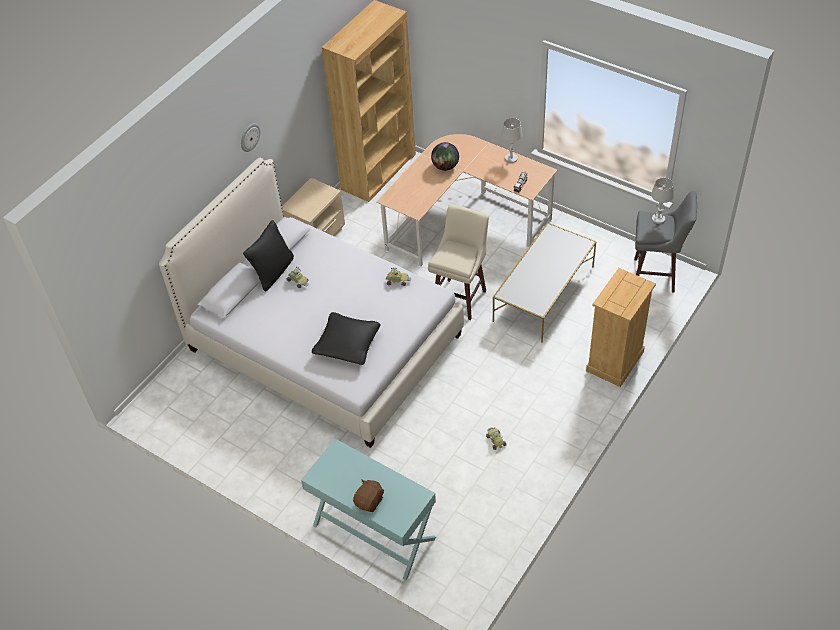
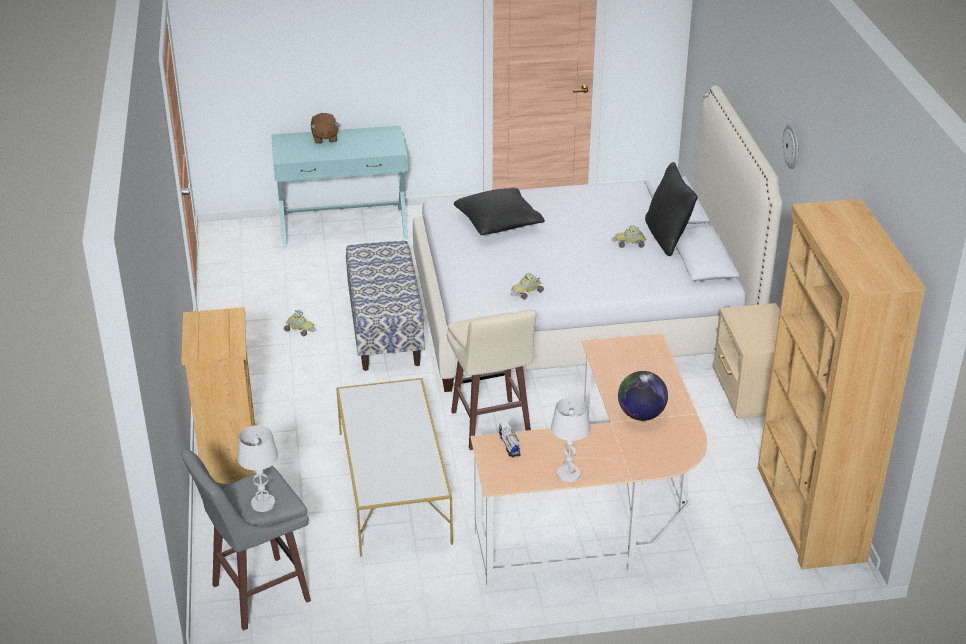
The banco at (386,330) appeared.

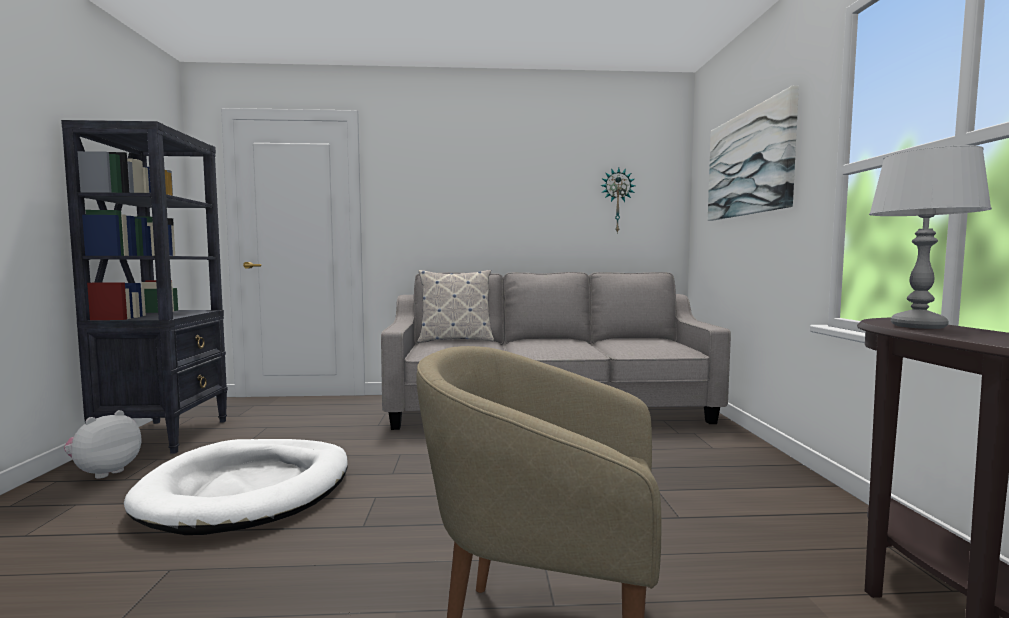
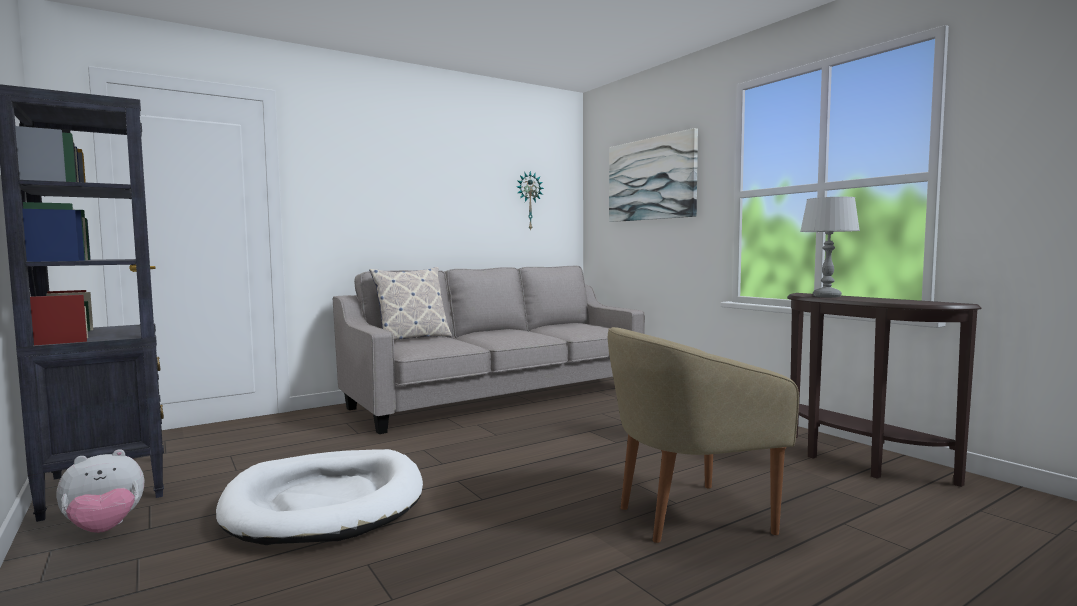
The peluche at (104,472) turned 120 degrees counterclockwise.

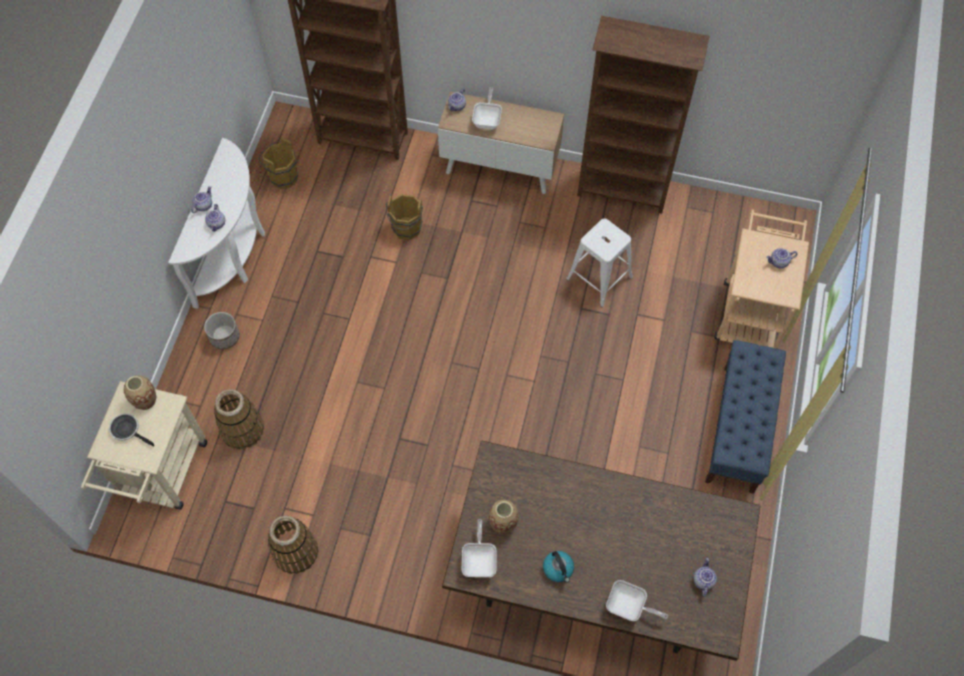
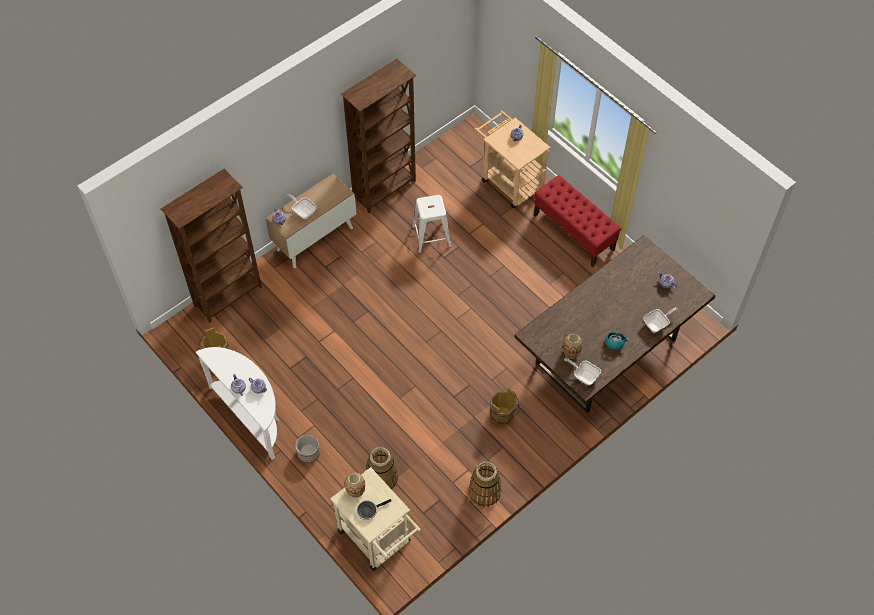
The cubo [marrón] moved from (406,230) to (503,417).
The banco [azul] at (738,429) became the banco [rojo] at (574,232).

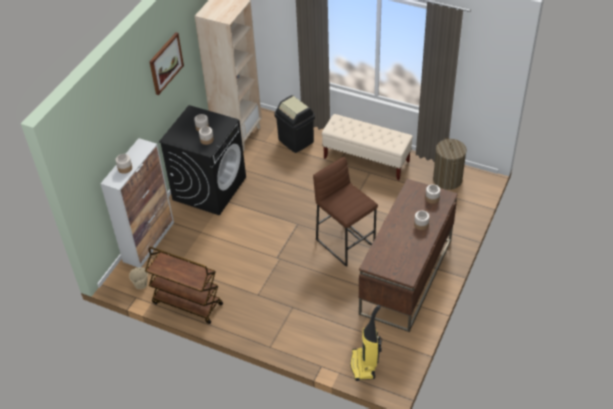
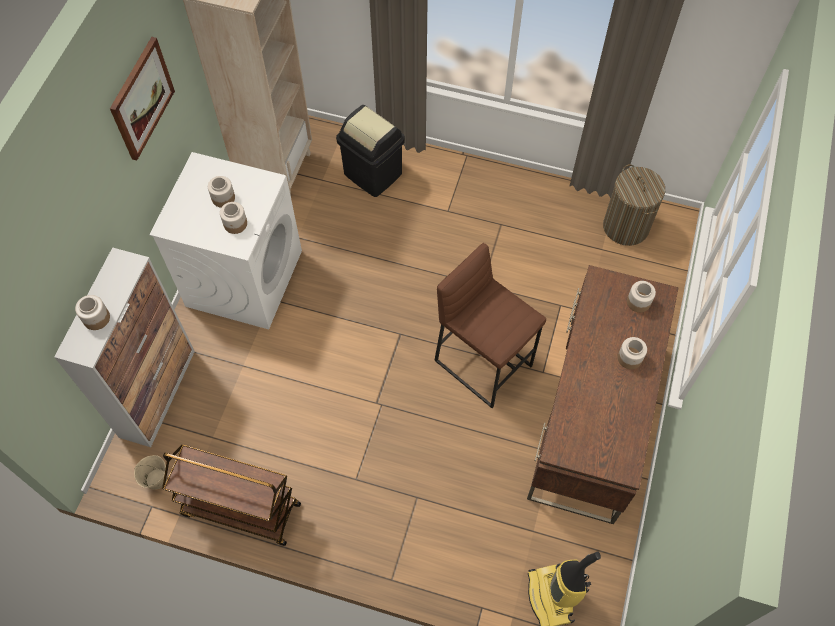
The lavadora [negro] at (209,188) became the lavadora [blanco] at (244,277).
The banco [beis] at (366,160) disappeared.

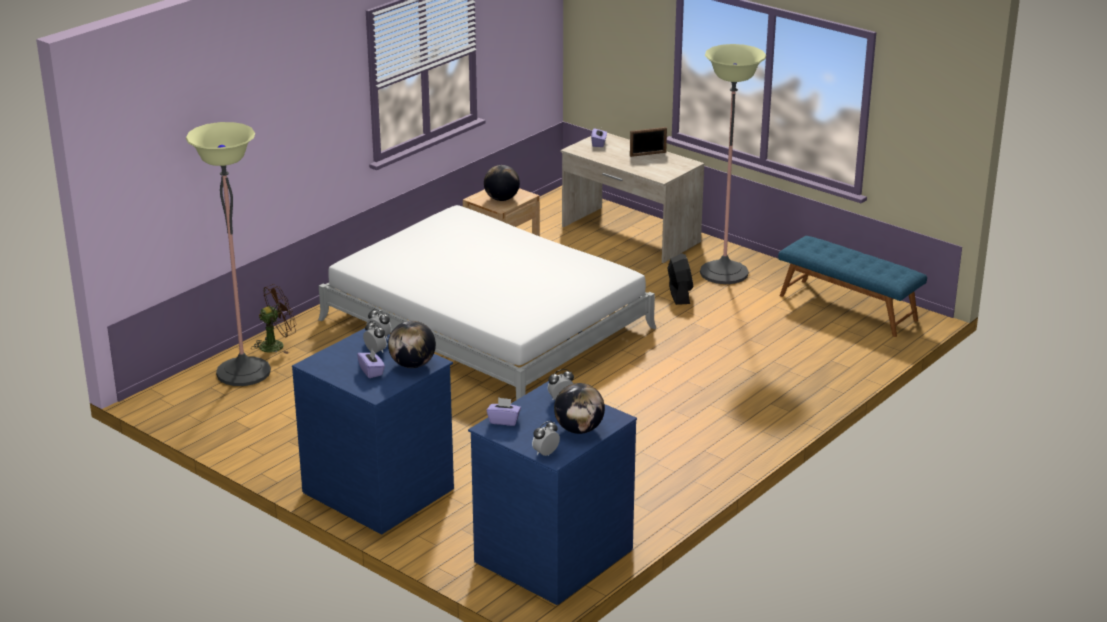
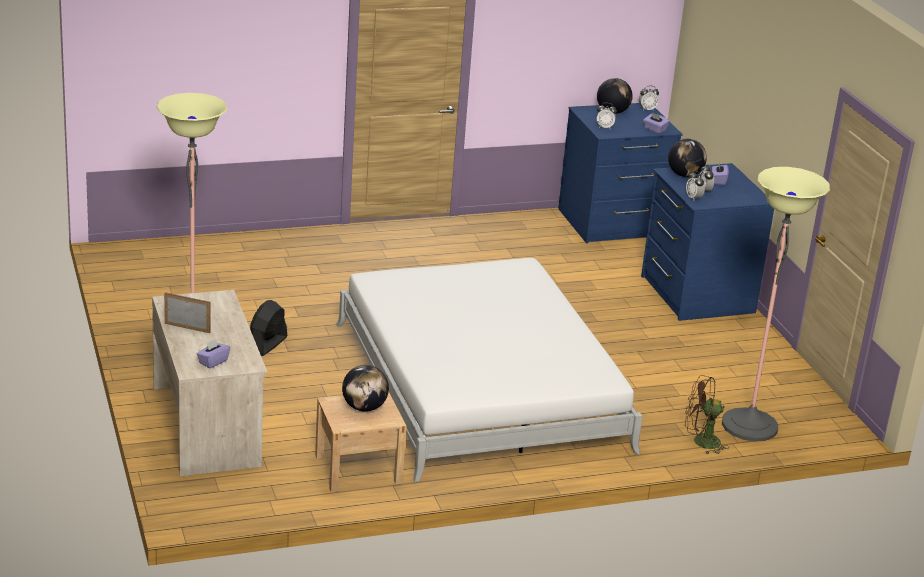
The banco [azul] at (848,307) disappeared.

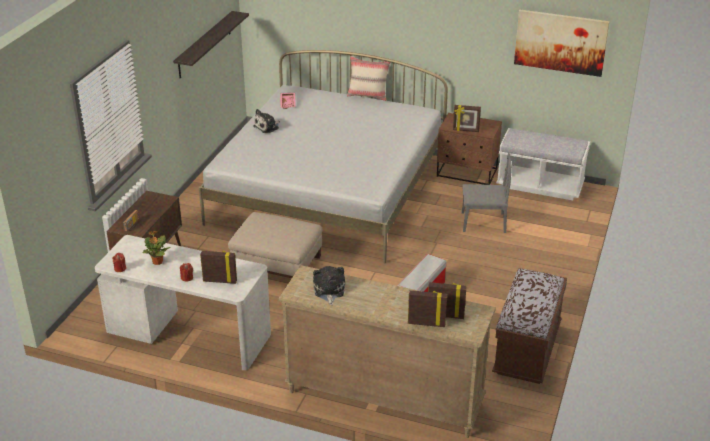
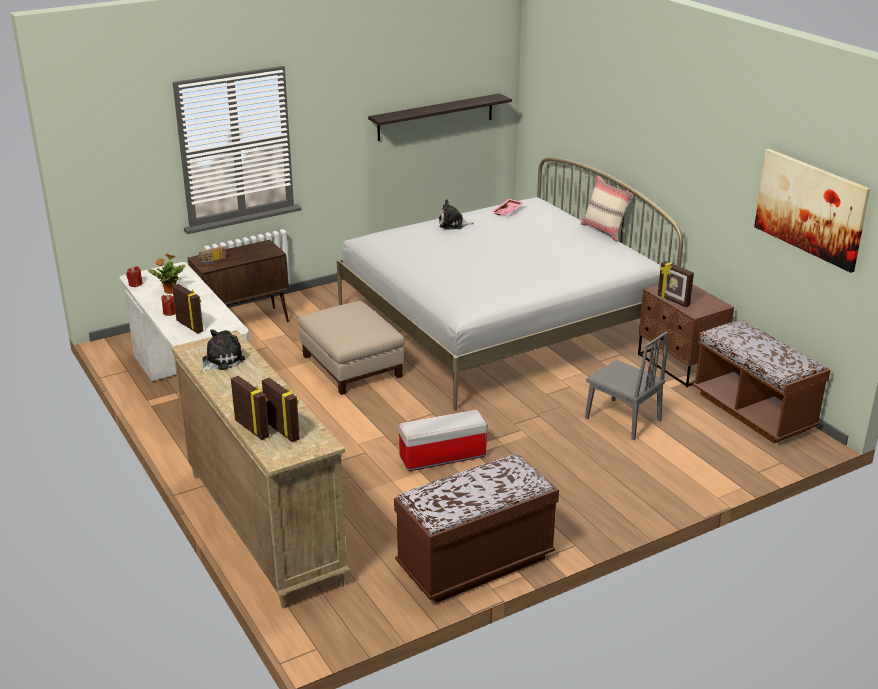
The banco [blanco] at (540,185) became the banco [marrón] at (753,411).

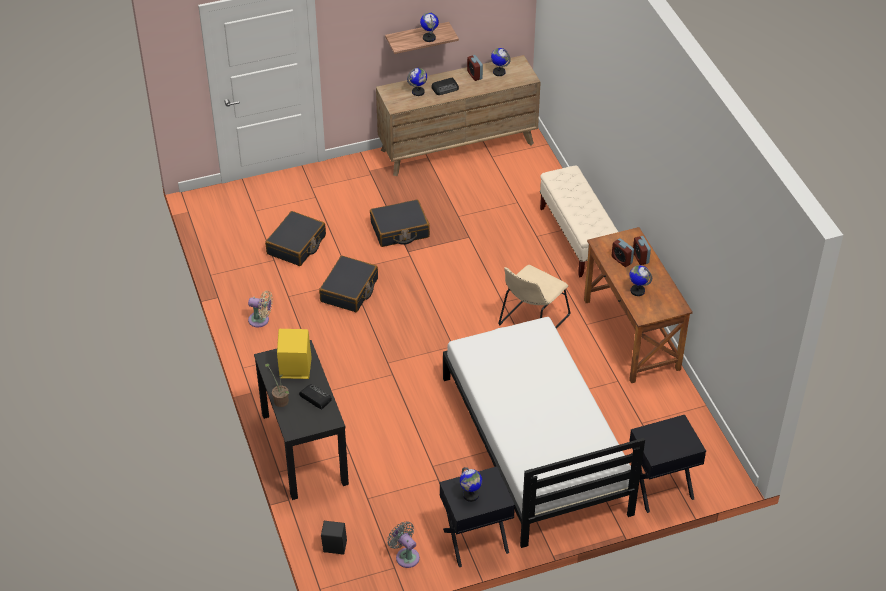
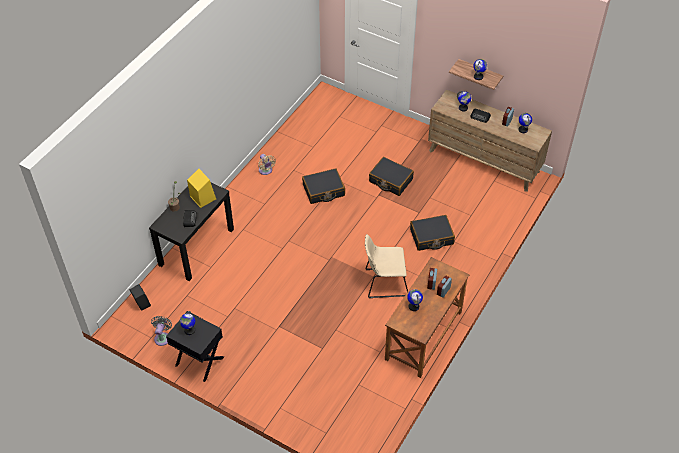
The maleta [negro] moved from (296,245) to (431,237).
The cama [blanco] at (534,444) disappeared.
The banco [beis] at (577,238) disappeared.
The mesita de noche [negro] at (661,488) disappeared.

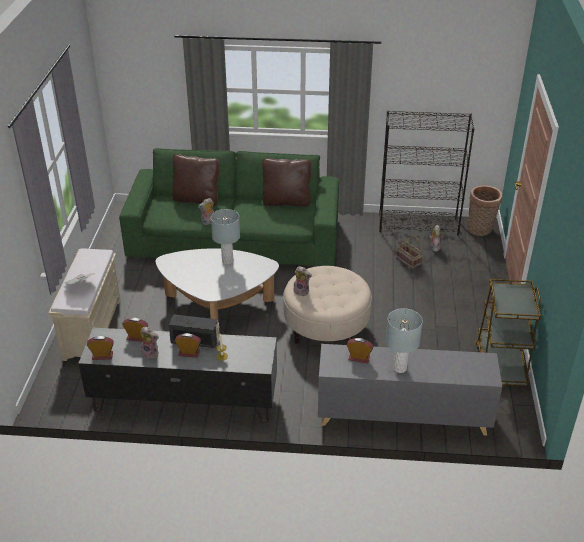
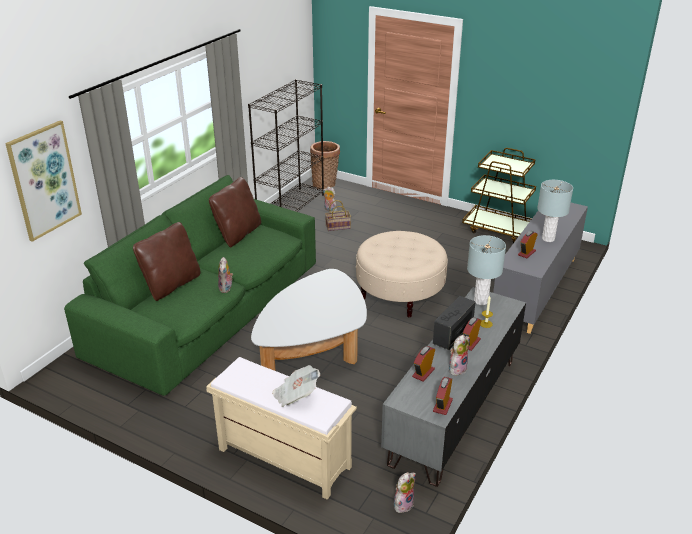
The cuadro at (44,180) appeared.
The peluche moved from (302,291) to (403,504).
The lámpara de mesa [gris] moved from (227,260) to (480,301).

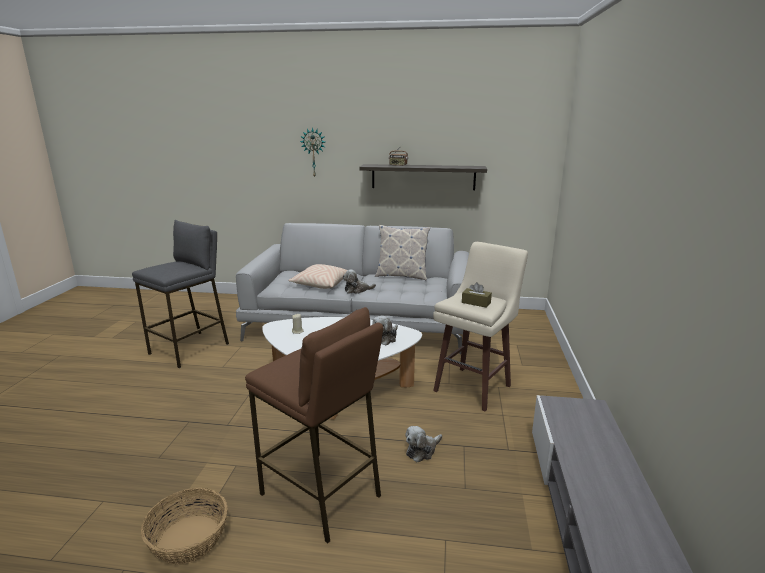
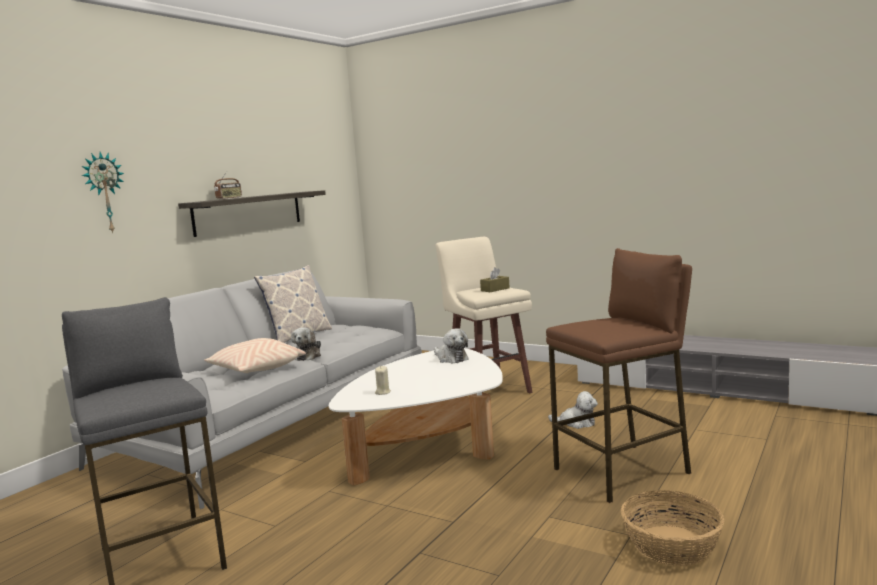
The peluche at (422,450) turned 60 degrees counterclockwise.

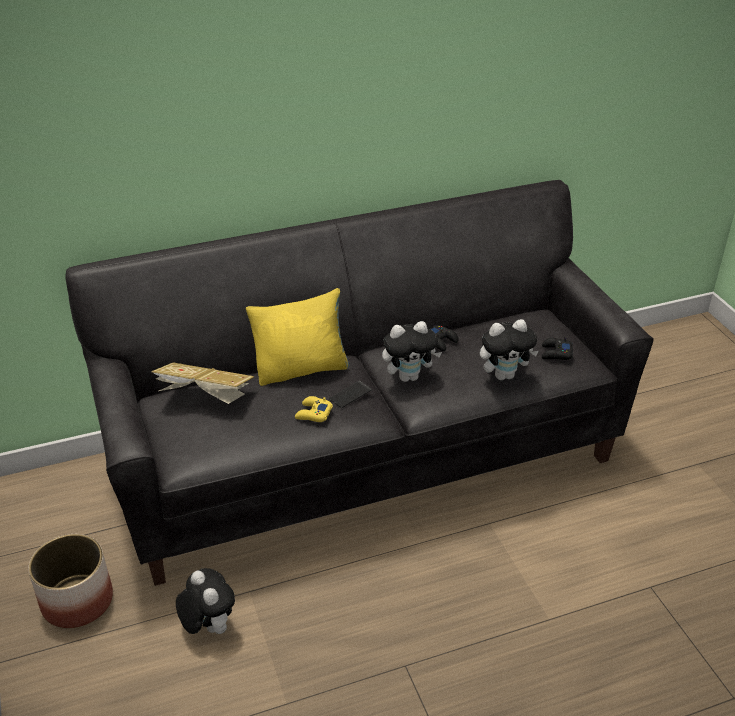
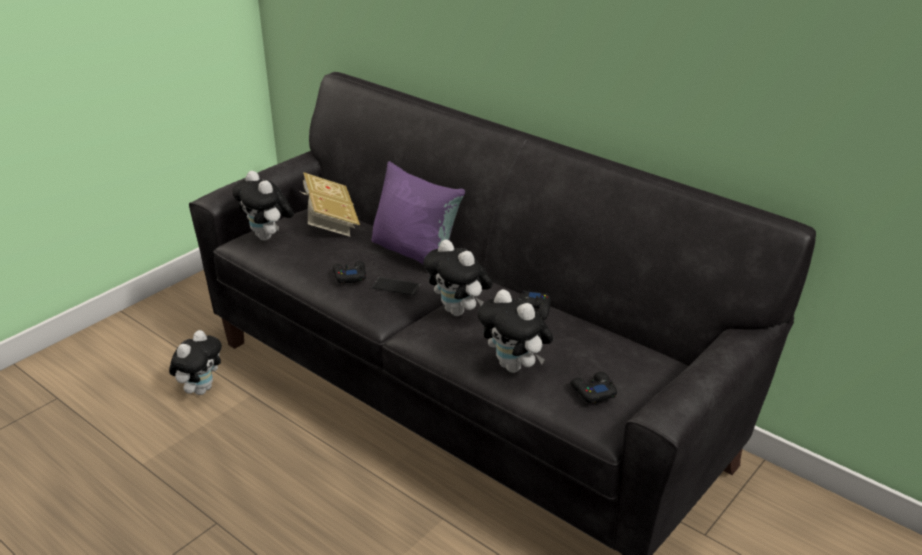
The peluche at (268,237) appeared.
The mando de consola [amarillo] at (313,413) became the mando de consola [negro] at (349,276).
The cojín [amarillo] at (301,369) became the cojín [morado] at (415,253).
The maceta at (78,601) disappeared.

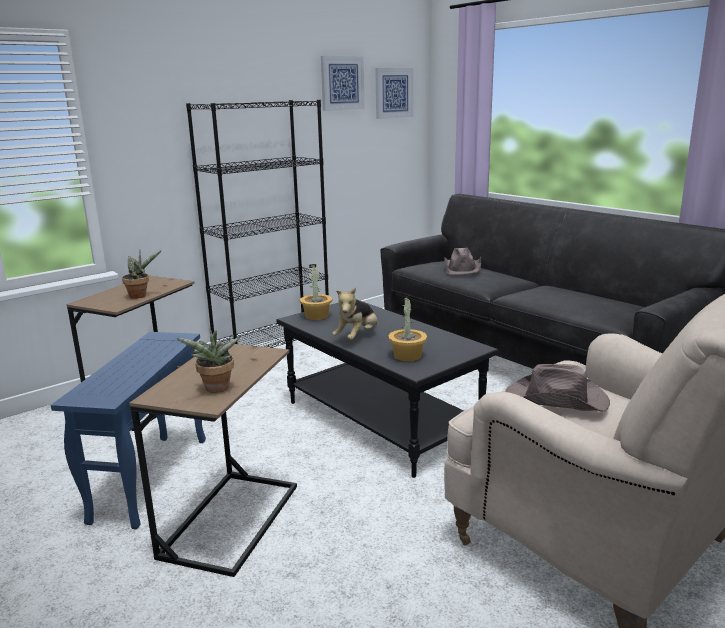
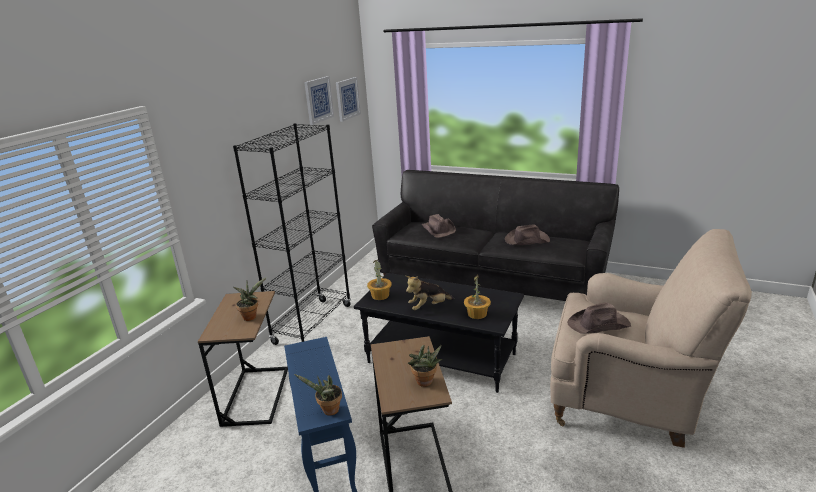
The planta en maceta at (328,411) appeared.
The peluche at (357,337) turned 60 degrees clockwise.
The sombrero [marrón] at (526,240) appeared.

